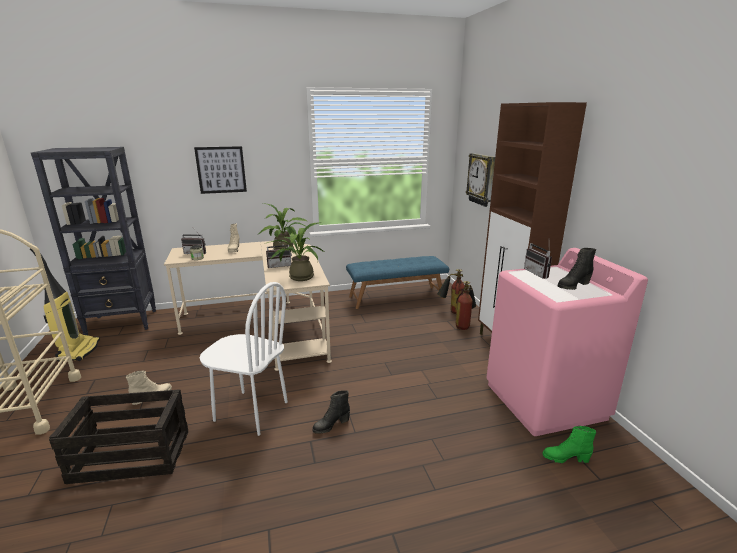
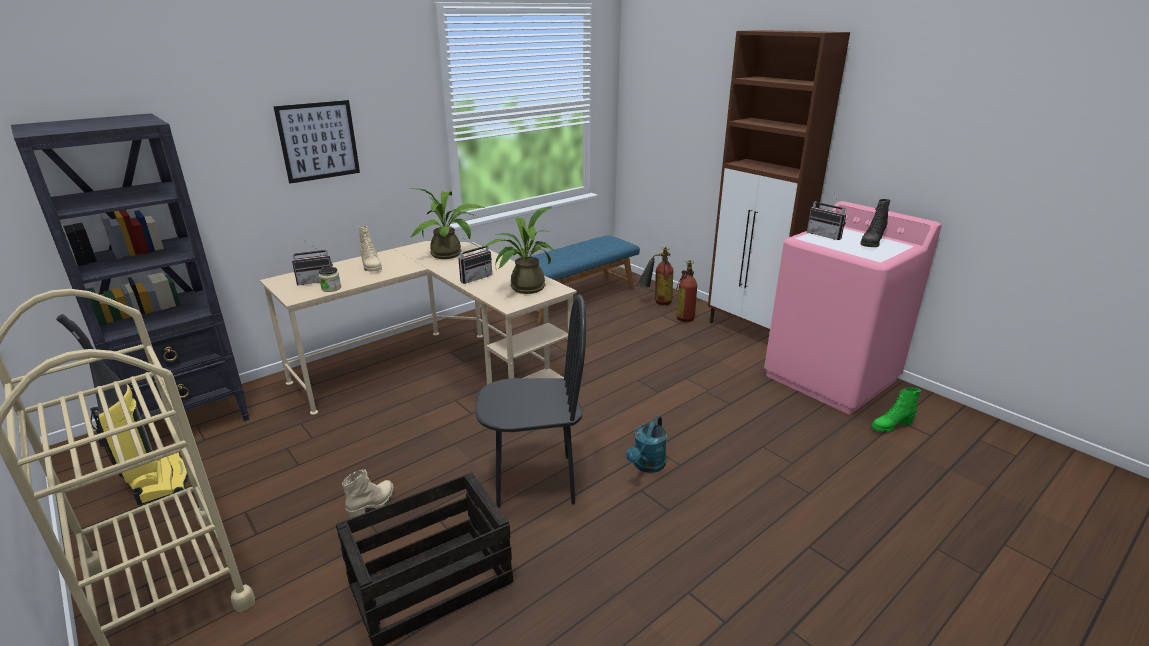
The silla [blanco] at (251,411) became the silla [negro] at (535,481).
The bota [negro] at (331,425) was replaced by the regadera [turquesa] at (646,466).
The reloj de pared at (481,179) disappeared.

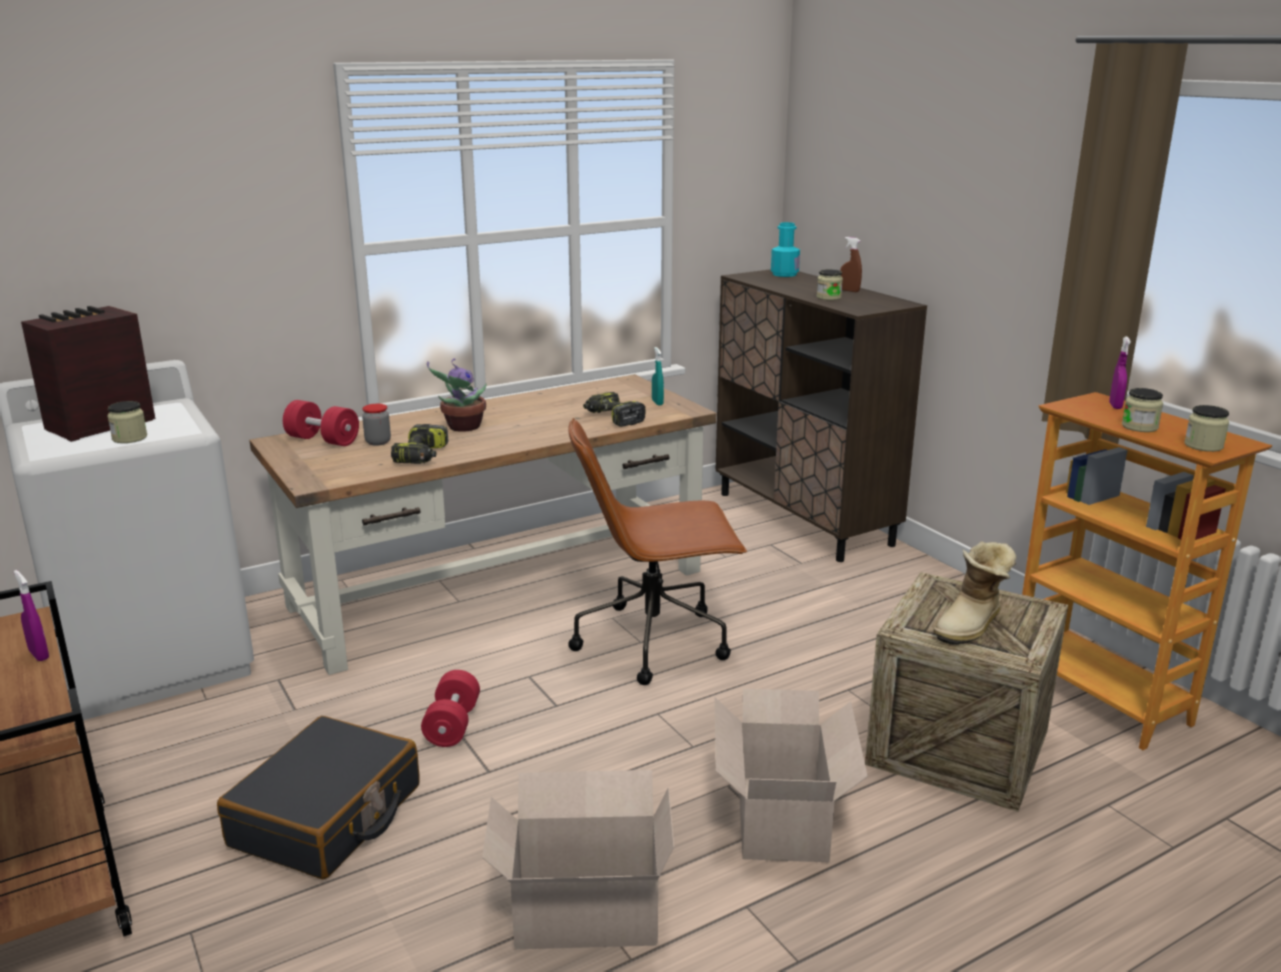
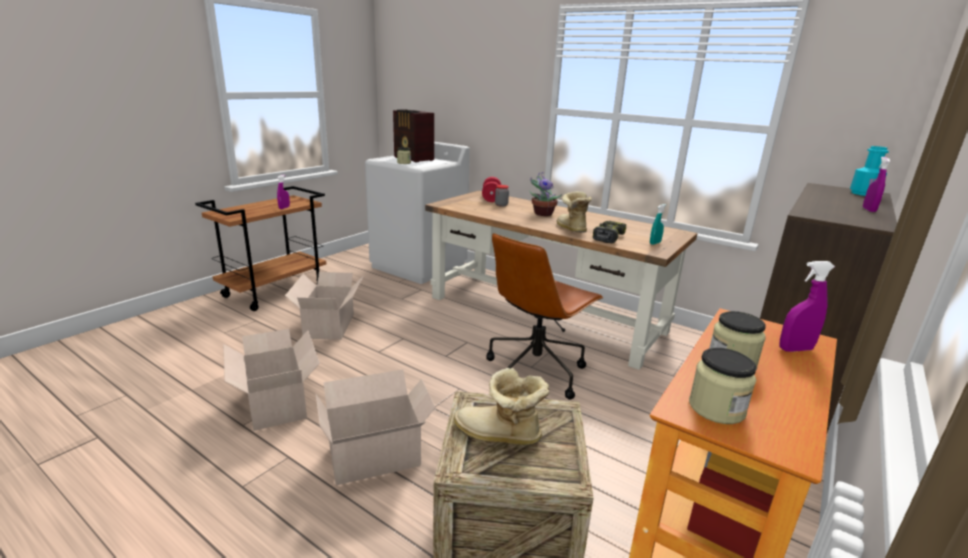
The maleta [negro] at (327,816) was replaced by the caja de cartón at (330,325).
The radio at (97,425) turned 150 degrees counterclockwise.
The silla de oficina [marrón] at (654,641) turned 105 degrees counterclockwise.
The bota at (570,229) appeared.
The pulverizador [marrón] at (849,291) became the pulverizador [morado] at (868,210).
The taladro at (422,456) disappeared.
The mancuerna [rojo] at (452,725) disappeared.
The tarro at (828,297) disappeared.

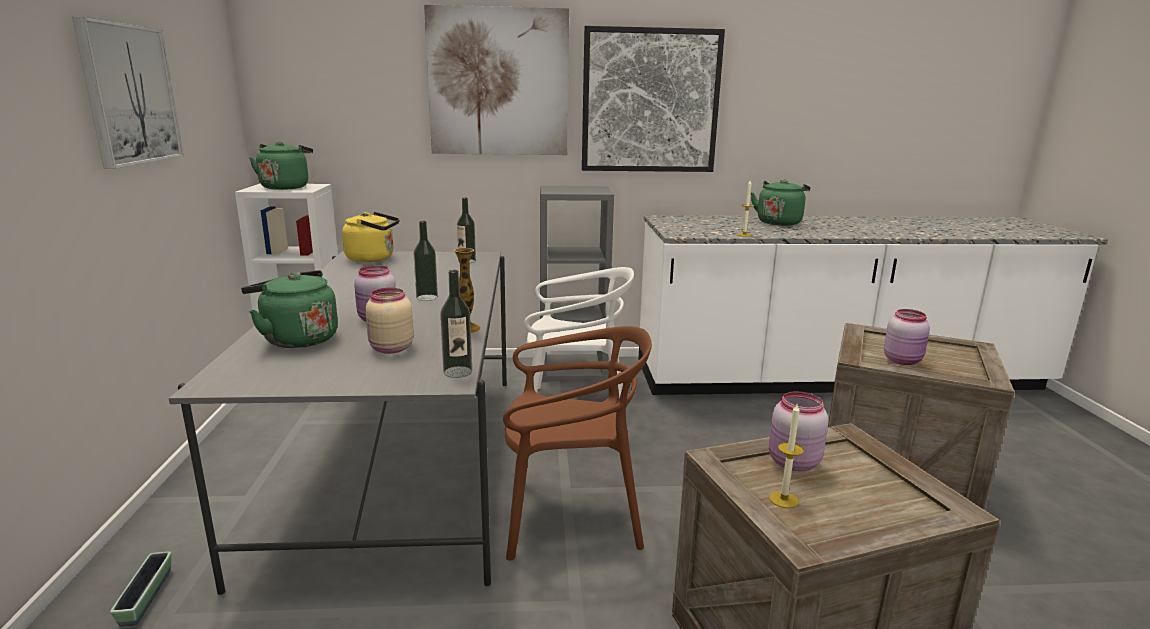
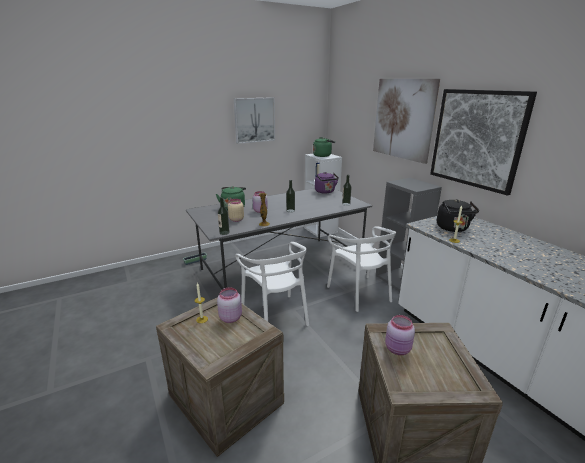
The silla [marrón] at (571,516) became the silla [blanco] at (276,316).
The hervidor [amarillo] at (373,258) became the hervidor [morado] at (325,192).
The hervidor [negro] at (453,229) appeared.
The hervidor [verde] at (779,222) disappeared.

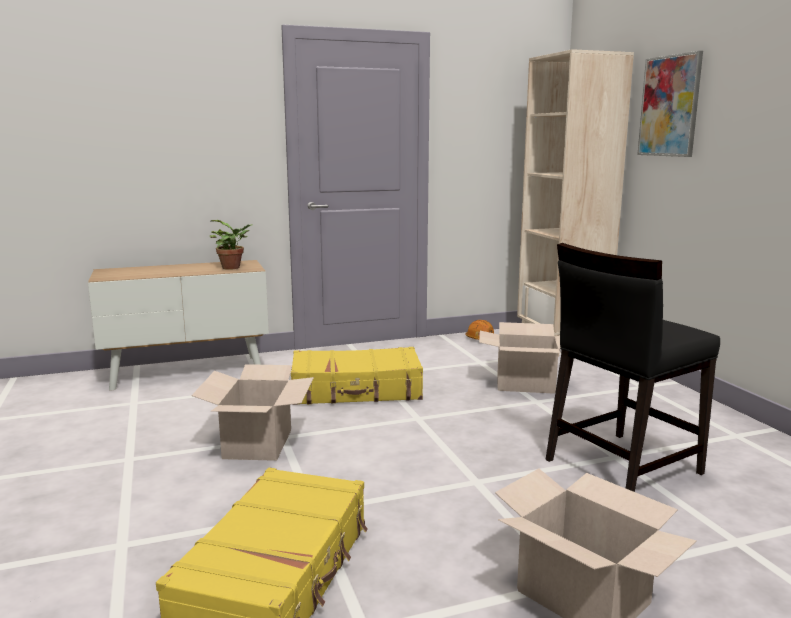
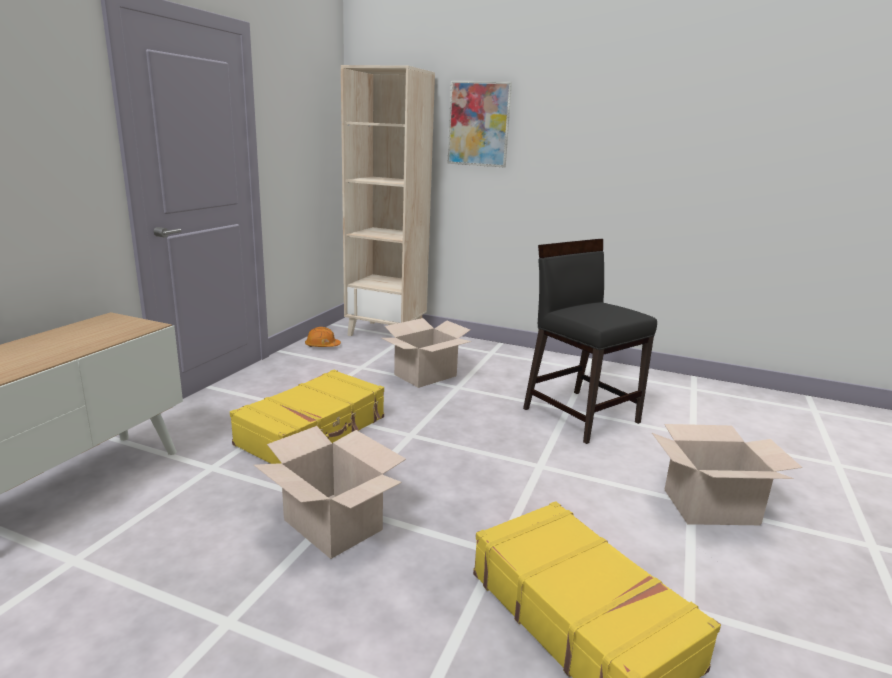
The silla [negro] at (621,466) turned 135 degrees clockwise.
The planta en maceta at (233,267) disappeared.

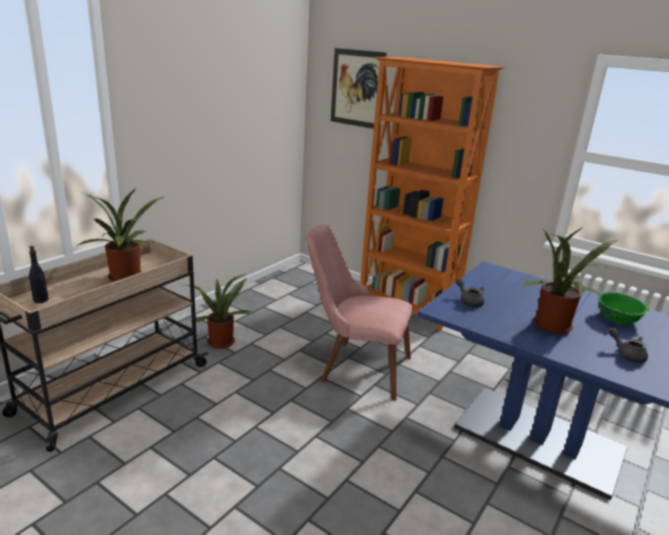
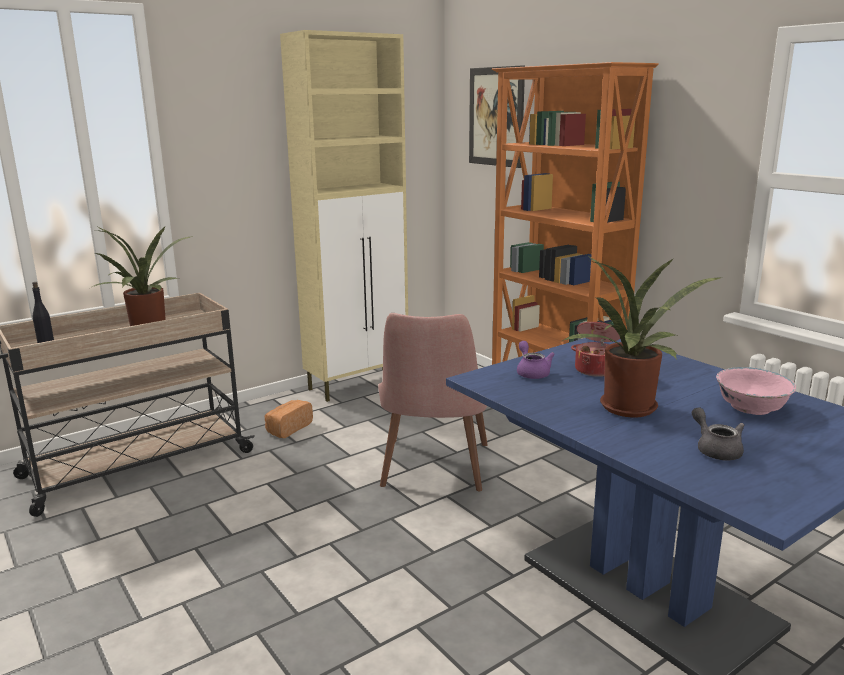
The planta en maceta at (221,341) was replaced by the pan at (288,428).
The armario [beis] at (358,384) appeared.
The silla [rosa] at (354,366) turned 120 degrees counterclockwise.
The tetera [gris] at (469,301) became the tetera [morado] at (532,372).
The olla at (596,369) appeared.
The cuenco [verde] at (617,318) became the cuenco [rosa] at (751,407).

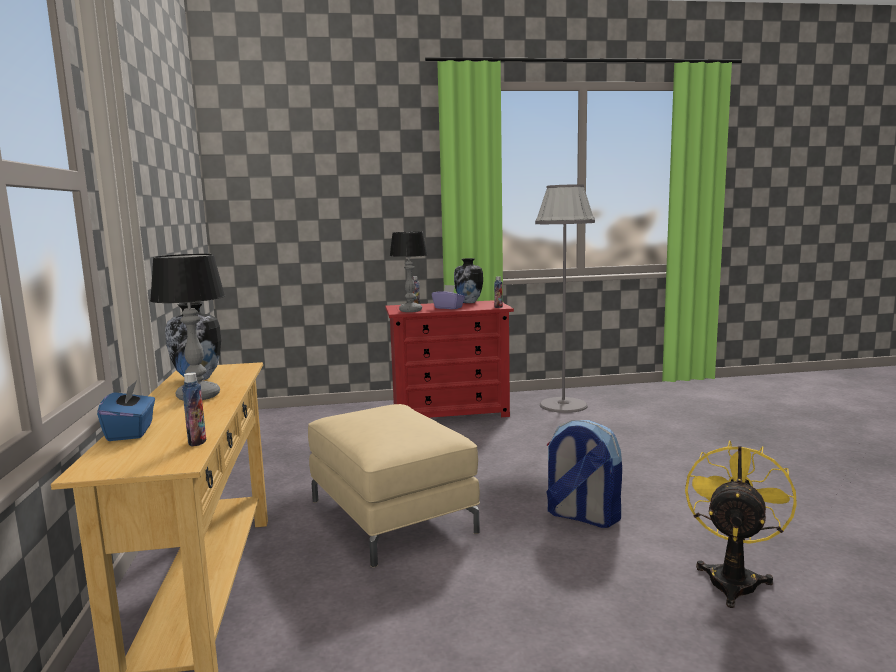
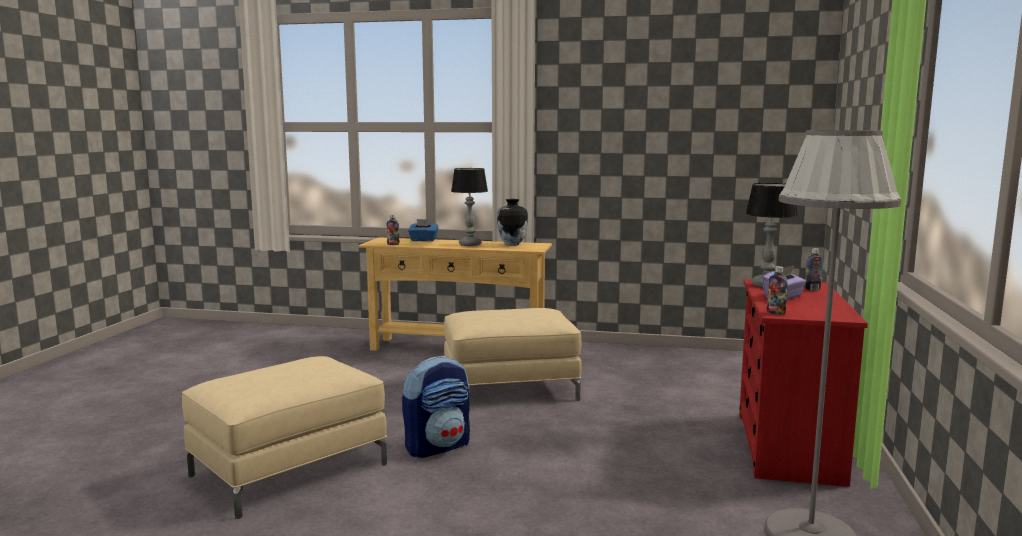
The ventilador [amarillo] at (733,578) was replaced by the puf [beis] at (289,470).
The florero at (469,302) disappeared.

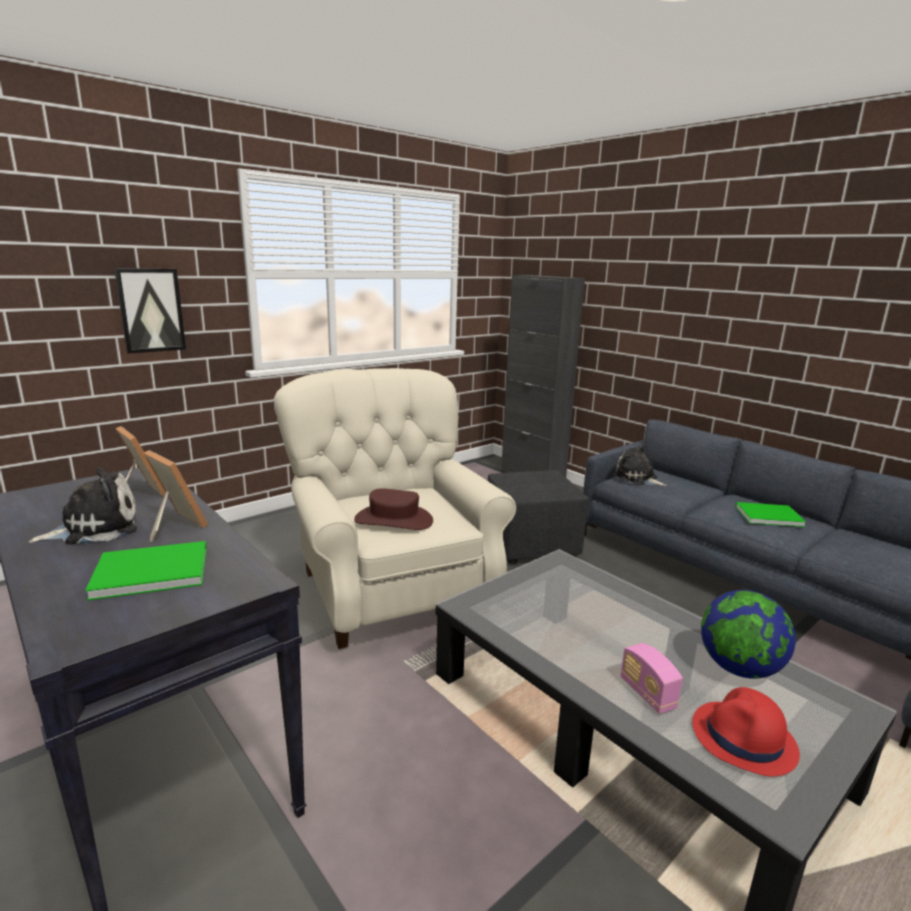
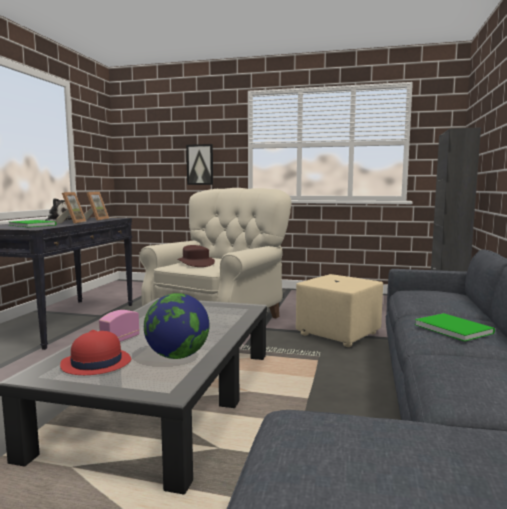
The puf [negro] at (531,545) became the puf [beis] at (339,334).
The peluche at (637,478) disappeared.

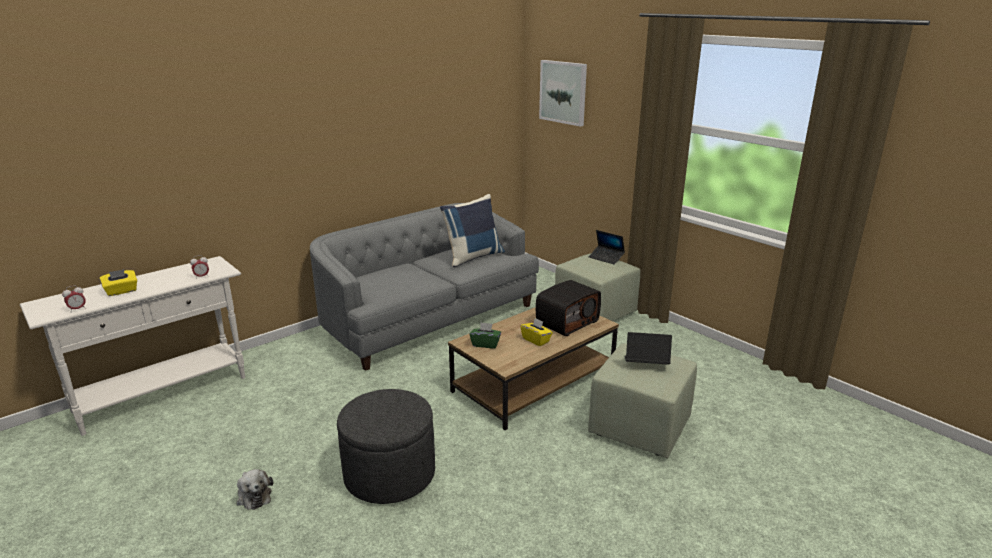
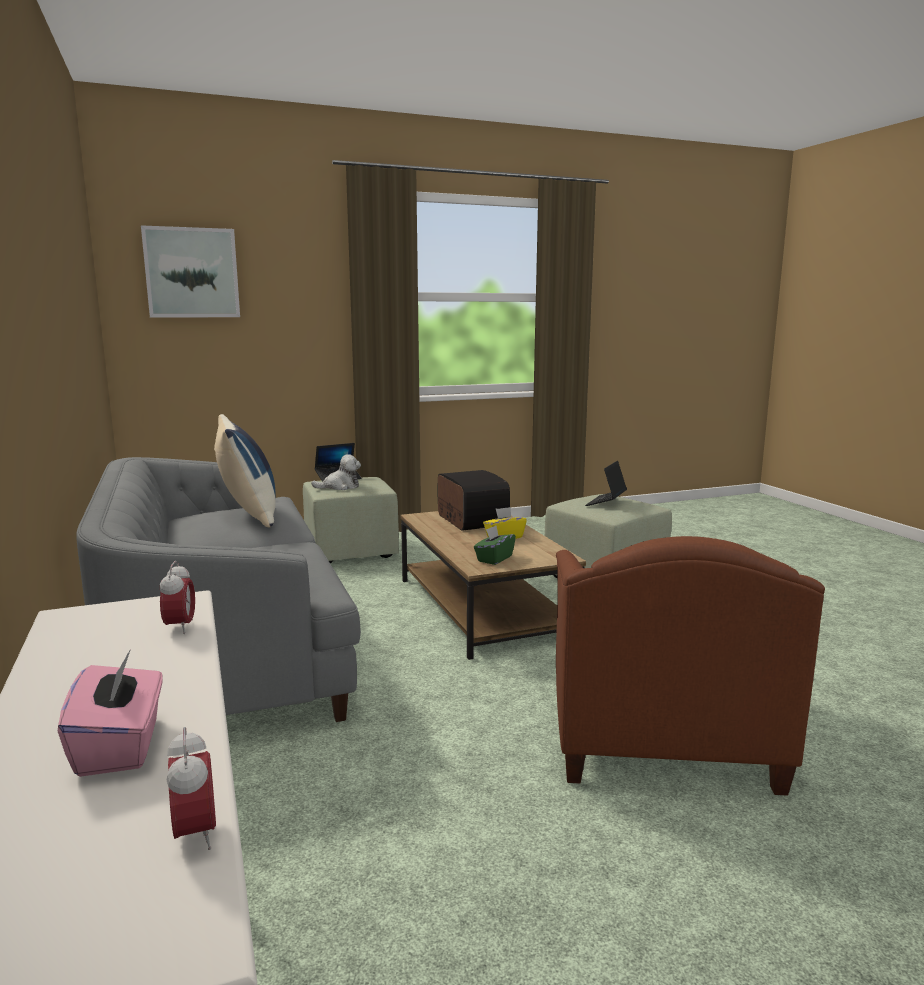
The caja de pañuelos [amarillo] at (121,291) became the caja de pañuelos [rosa] at (121,746).
The peluche moved from (253,495) to (340,487).
The puf [gris] at (389,474) was replaced by the sillón [marrón] at (656,729).

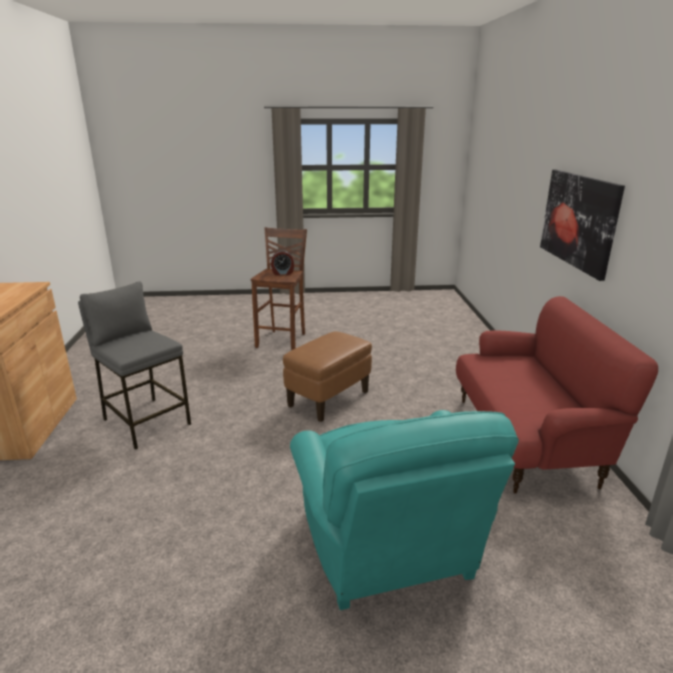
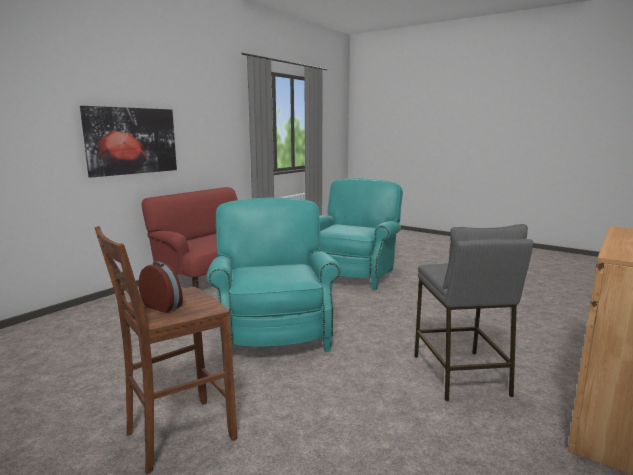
The puf [marrón] at (328,399) was replaced by the sillón [turquesa] at (274,331).

